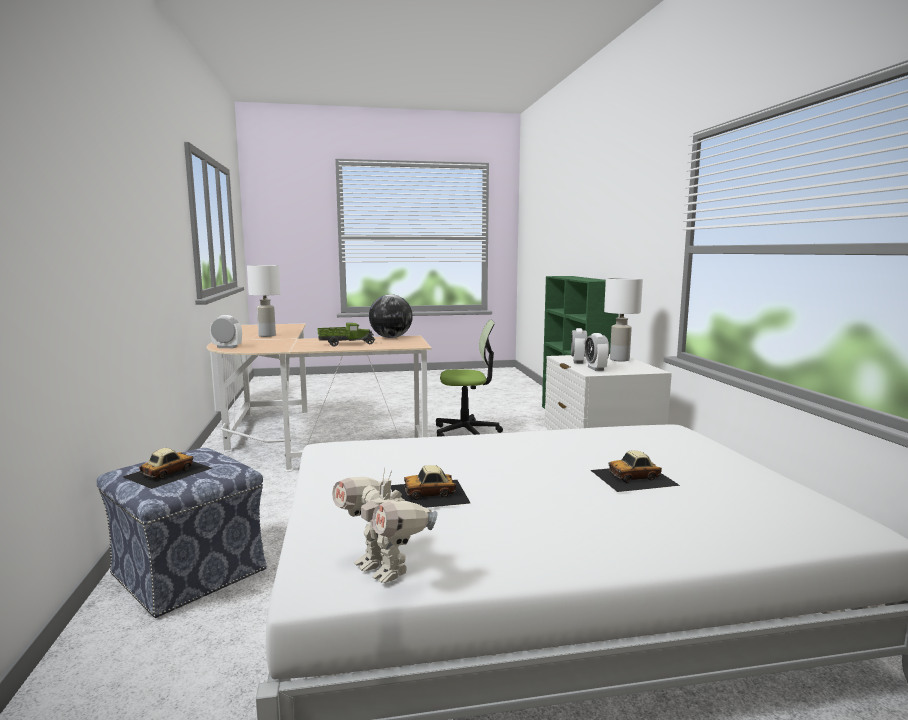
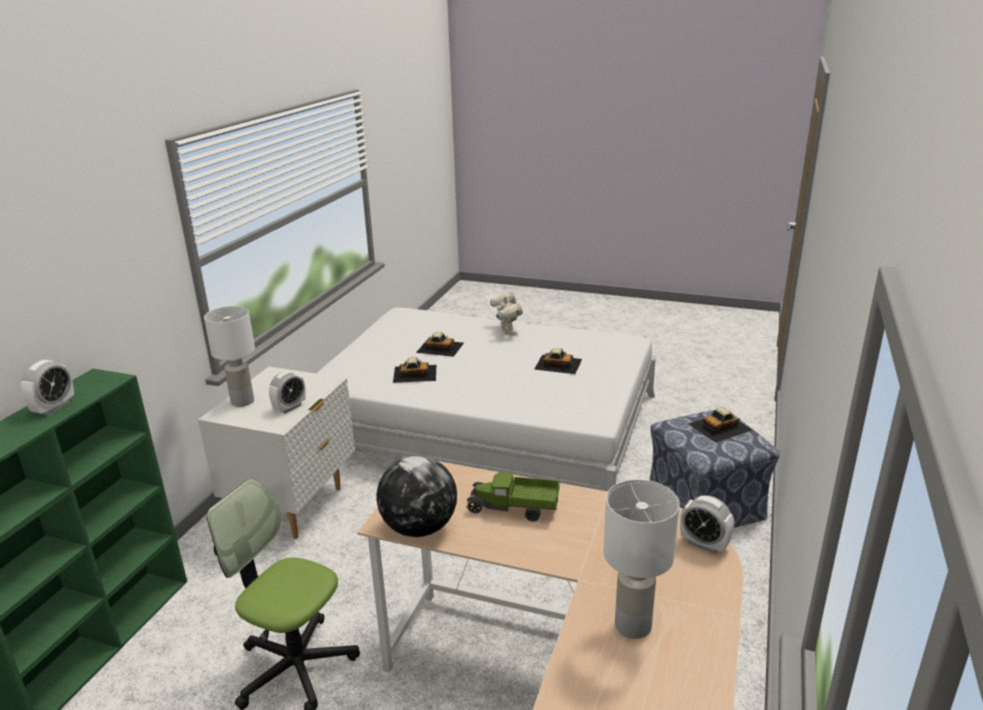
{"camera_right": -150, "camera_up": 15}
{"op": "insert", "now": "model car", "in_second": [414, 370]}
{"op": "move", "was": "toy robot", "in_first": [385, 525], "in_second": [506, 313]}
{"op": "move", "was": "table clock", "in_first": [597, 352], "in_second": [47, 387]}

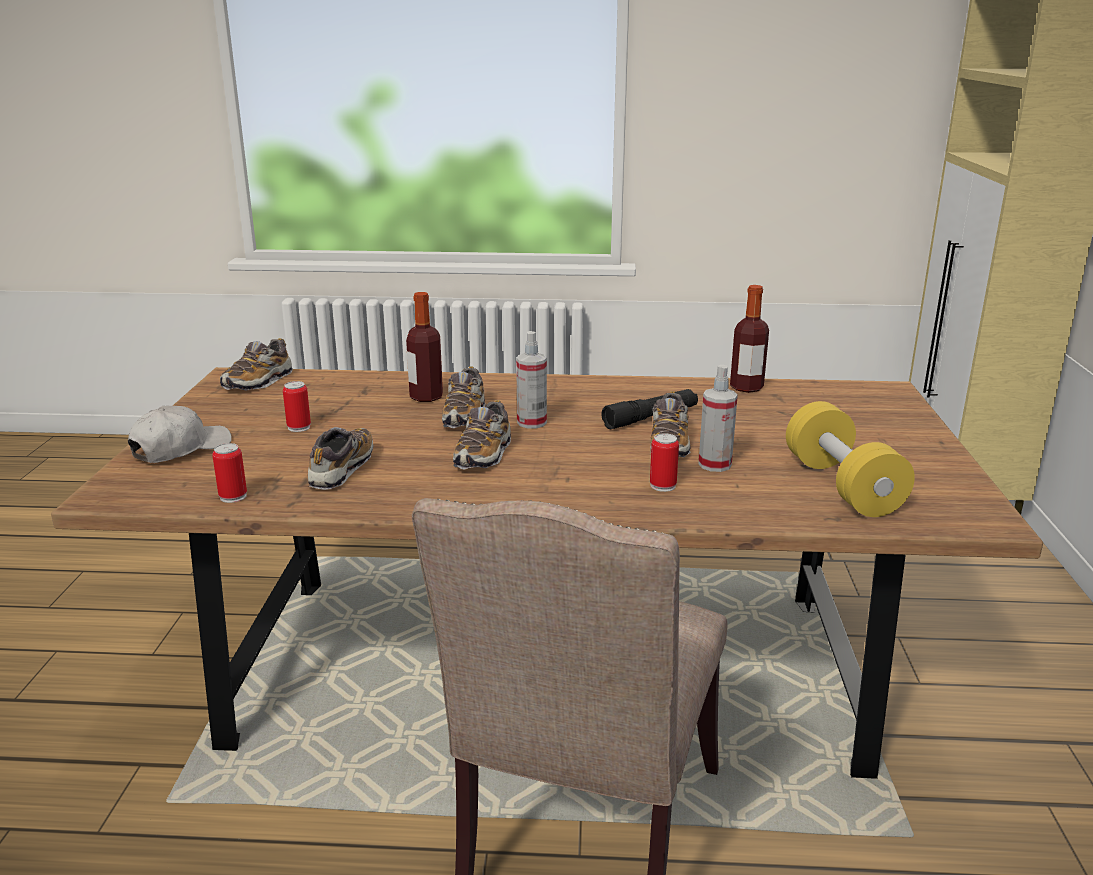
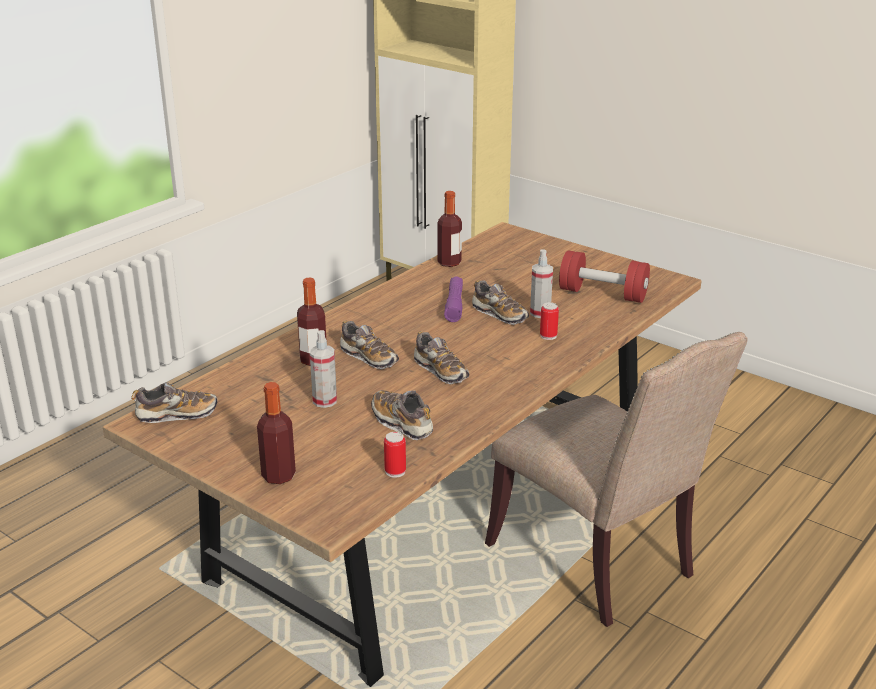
{"camera_right": -55, "camera_up": 5}
{"op": "delete", "was": "can", "in_first": [297, 406]}
{"op": "move", "was": "hand sprayer", "in_first": [531, 379], "in_second": [323, 369]}
{"op": "replace", "was": "cap in white", "now": "beverage bottle", "in_first": [180, 434], "in_second": [276, 433]}
{"op": "recolor", "was": "torch in blackish", "now": "torch in purple", "in_first": [649, 409], "in_second": [453, 299]}
{"op": "recolor", "was": "dumbbell in yellow-coloured", "now": "dumbbell in red", "in_first": [850, 459], "in_second": [604, 276]}
{"op": "rotate", "was": "shoe", "in_first": [256, 364], "in_second": [174, 402], "clockwise": -75}

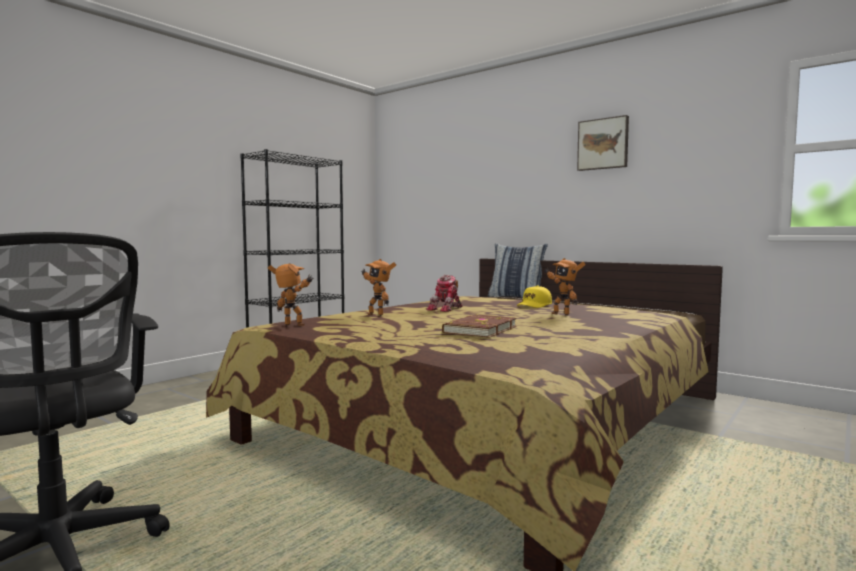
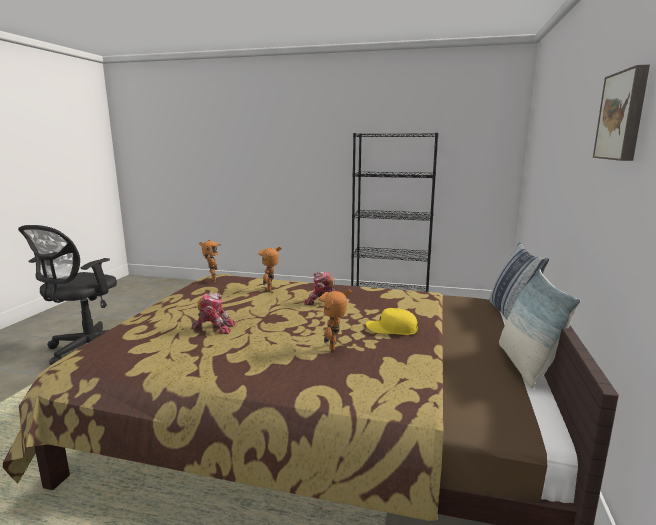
{"camera_right": 65, "camera_up": 10}
{"op": "insert", "now": "cushion", "in_second": [539, 328]}
{"op": "replace", "was": "book in brown-coloured", "now": "toy robot", "in_first": [479, 326], "in_second": [213, 313]}

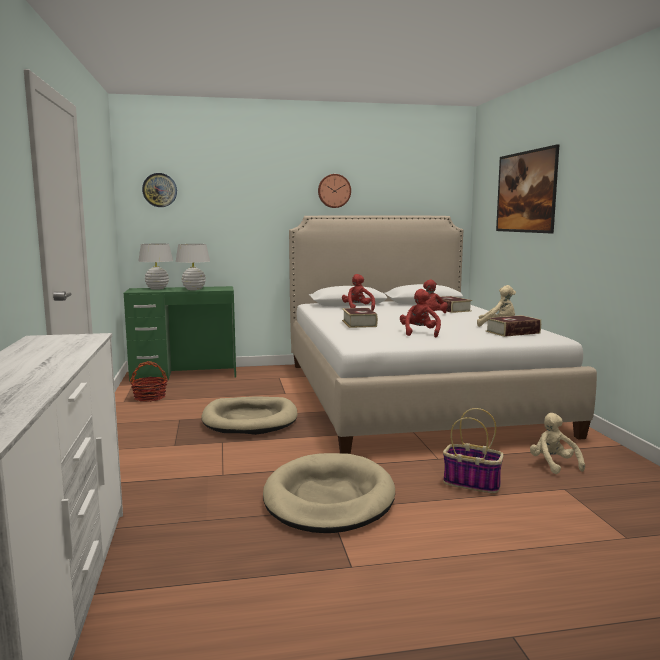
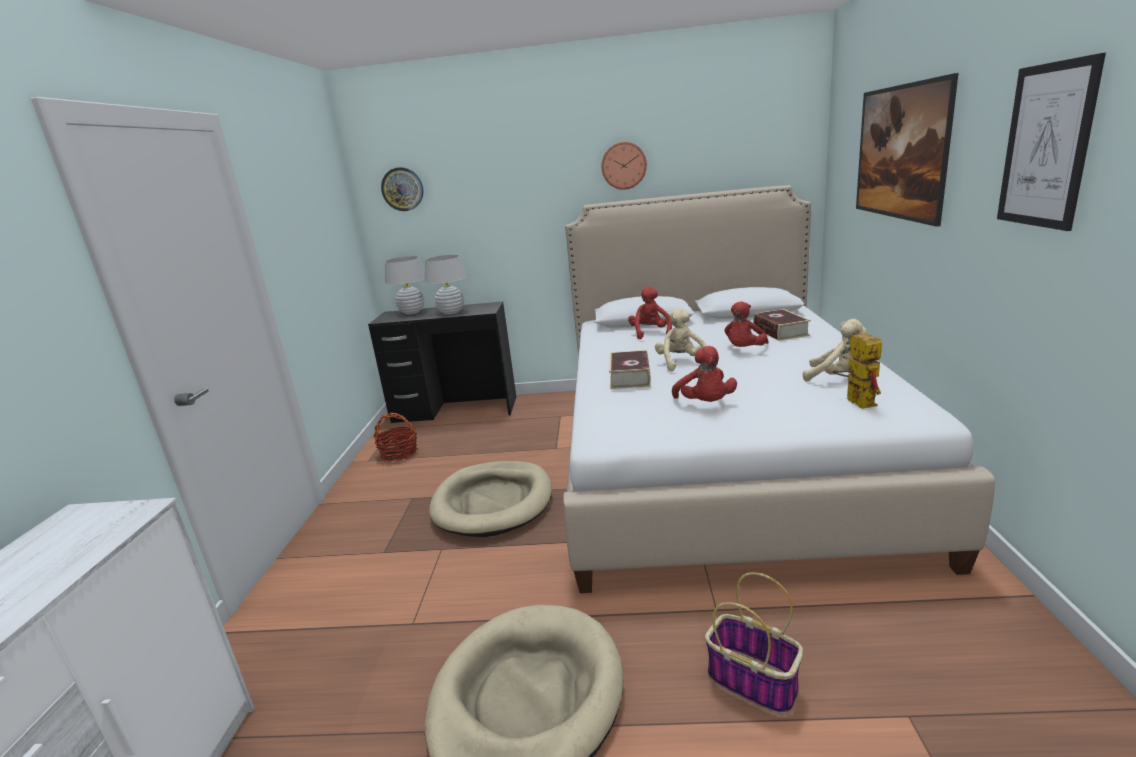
{"camera_right": 15, "camera_up": 10}
{"op": "insert", "now": "wall picture", "in_second": [1051, 142]}
{"op": "move", "was": "plush toy in beige", "in_first": [557, 443], "in_second": [681, 340]}
{"op": "replace", "was": "book", "now": "toy robot", "in_first": [513, 326], "in_second": [857, 369]}
{"op": "recolor", "was": "desk table in green", "now": "desk table in blackish", "in_first": [180, 334], "in_second": [442, 362]}
{"op": "rotate", "was": "plush toy in red", "in_first": [420, 313], "in_second": [704, 374], "clockwise": 150}

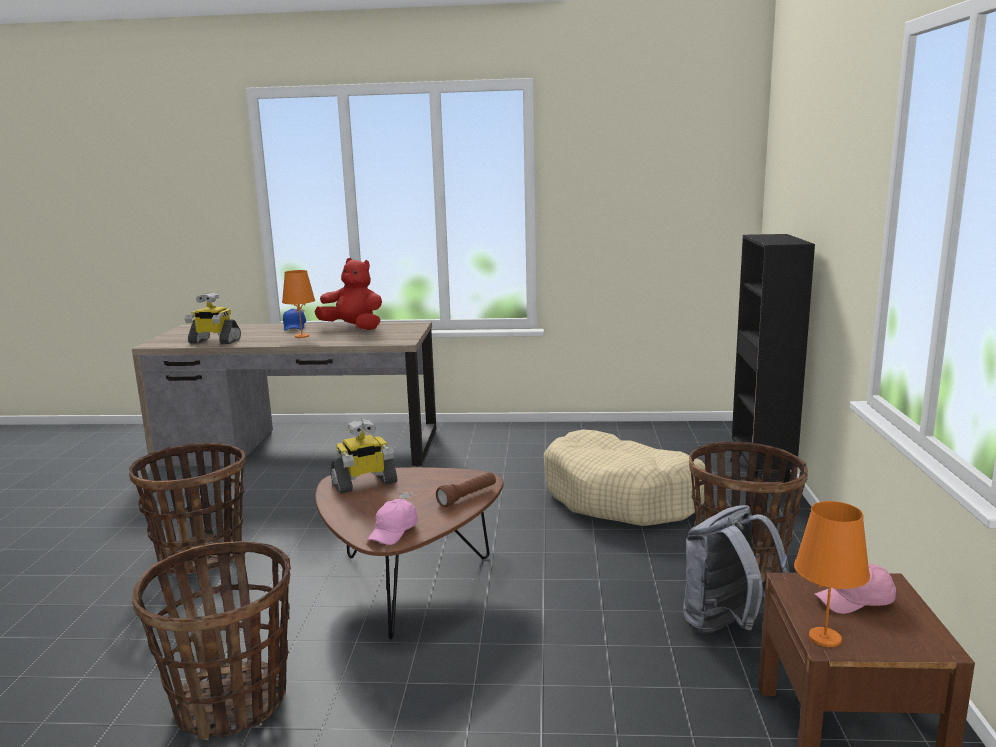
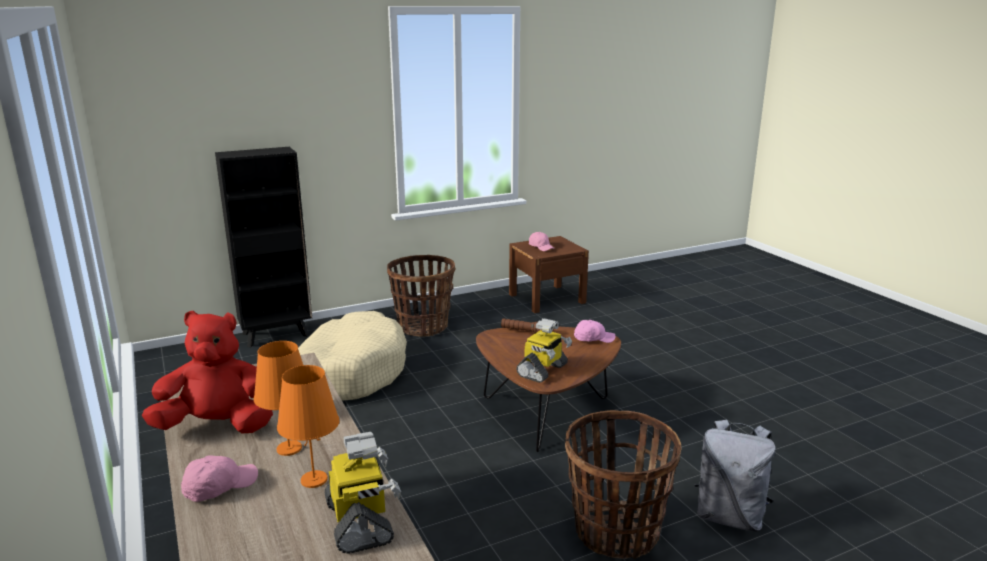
{"camera_right": -120, "camera_up": 5}
{"op": "delete", "was": "storage basket", "in_first": [211, 640]}
{"op": "move", "was": "backpack in gray", "in_first": [736, 569], "in_second": [735, 476]}
{"op": "move", "was": "lamp for a table in orange-coloured", "in_first": [832, 574], "in_second": [308, 426]}
{"op": "recolor", "was": "cap in bluish", "now": "cap in pink-coloured", "in_first": [294, 320], "in_second": [219, 478]}
{"op": "rotate", "was": "plush toy in red", "in_first": [348, 294], "in_second": [207, 372], "clockwise": 90}
{"op": "rotate", "was": "toy robot", "in_first": [364, 456], "in_second": [544, 350], "clockwise": 90}

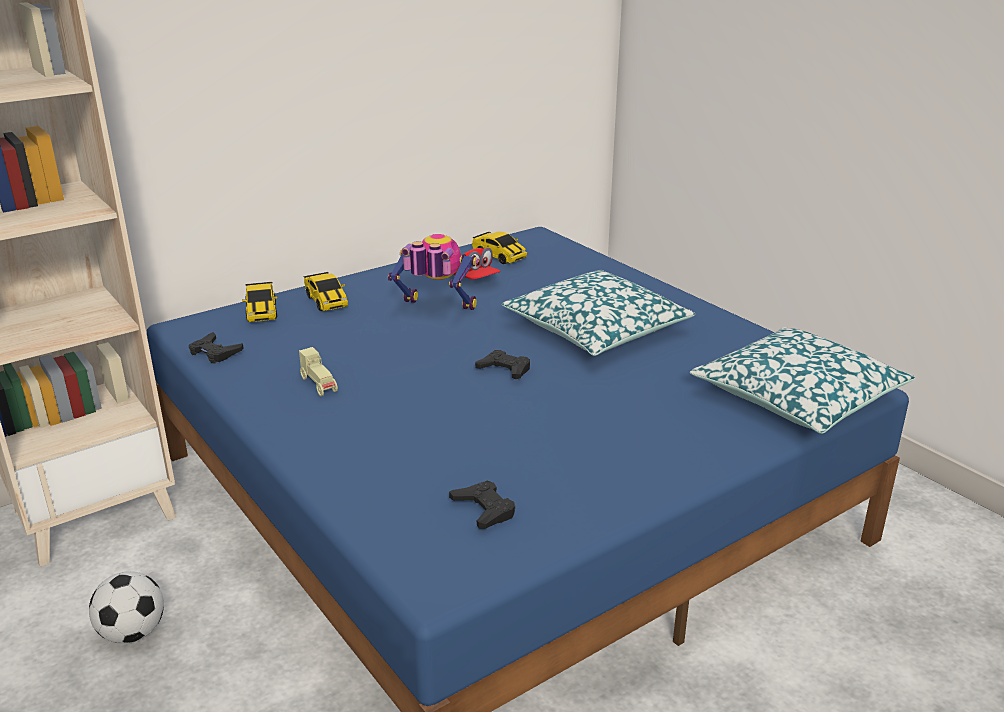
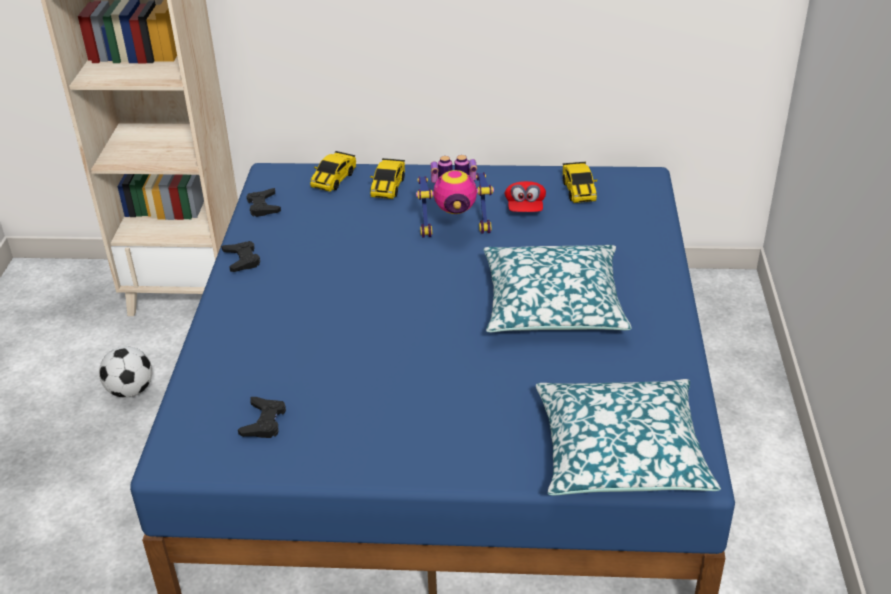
{"camera_right": 40, "camera_up": 10}
{"op": "delete", "was": "model car in beige", "in_first": [318, 371]}
{"op": "move", "was": "game controller in blackish", "in_first": [502, 364], "in_second": [240, 256]}
{"op": "rotate", "was": "toy robot", "in_first": [433, 272], "in_second": [455, 196], "clockwise": 120}

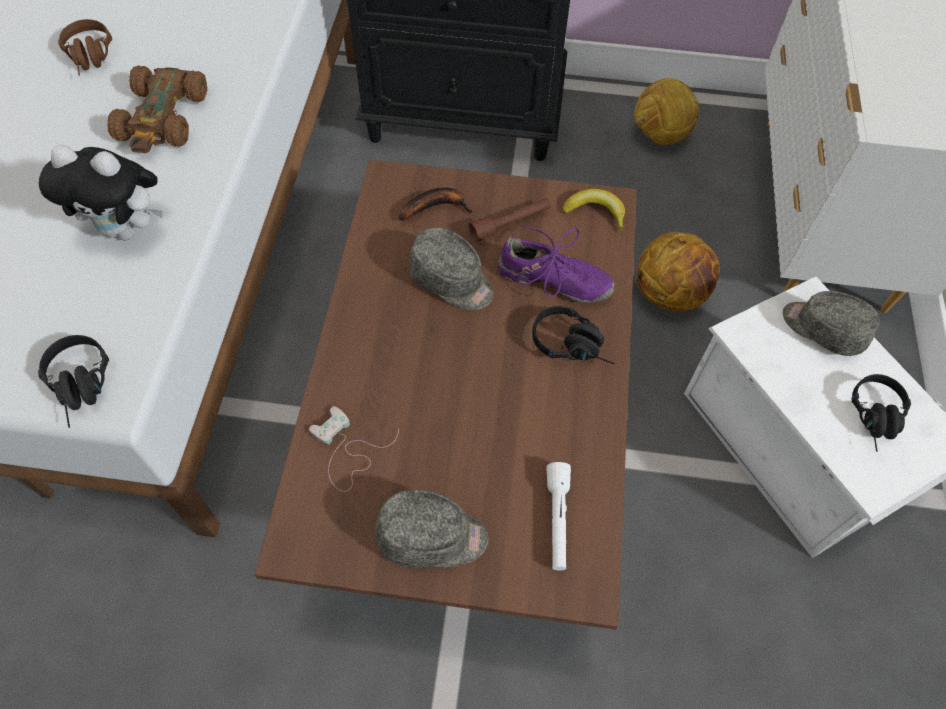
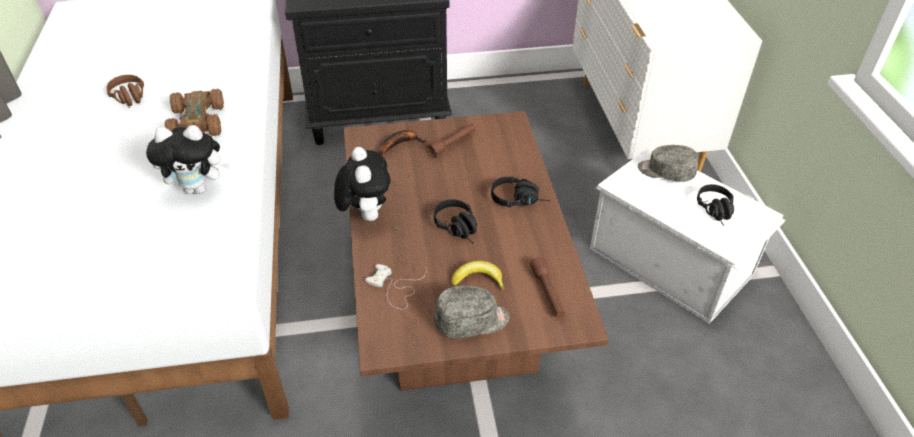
{"camera_right": -15, "camera_up": -15}
{"op": "delete", "was": "cap in gray", "in_first": [451, 269]}
{"op": "delete", "was": "shoe in purple", "in_first": [556, 264]}
{"op": "delete", "was": "football", "in_first": [666, 111]}
{"op": "delete", "was": "basketball", "in_first": [678, 272]}
{"op": "insert", "now": "plush toy", "in_second": [362, 184]}
{"op": "move", "was": "pair of headphones in blackish", "in_first": [73, 381], "in_second": [455, 221]}
{"op": "move", "was": "banana fruit", "in_first": [593, 210], "in_second": [477, 275]}
{"op": "recolor", "was": "torch in white", "now": "torch in brown-coloured", "in_first": [558, 516], "in_second": [547, 287]}

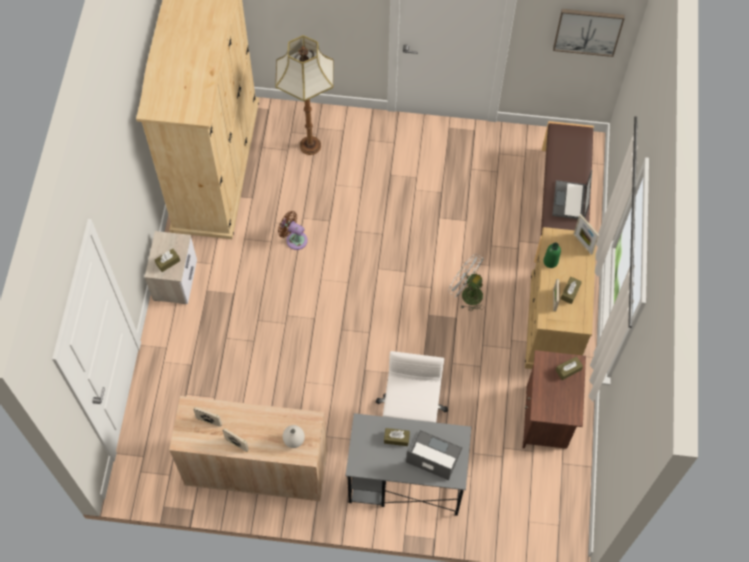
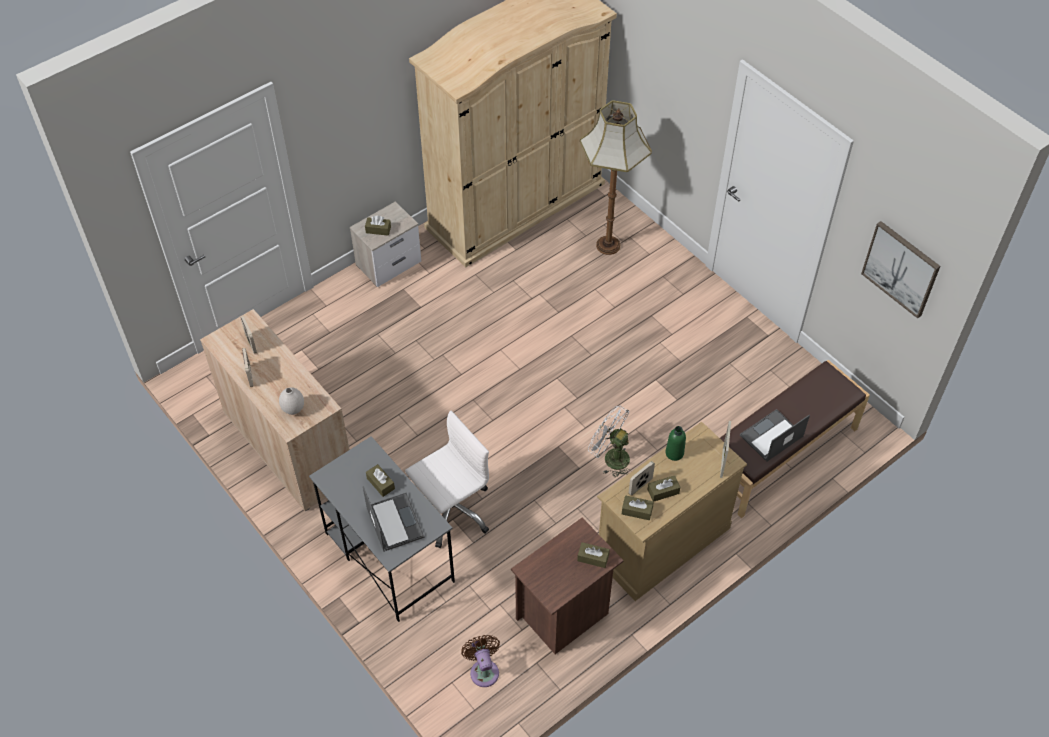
{"camera_right": 45, "camera_up": -10}
{"op": "insert", "now": "box of tissues in brown-coloured", "in_second": [637, 507]}
{"op": "move", "was": "electric fan in brown-coloured", "in_first": [293, 230], "in_second": [480, 661]}
{"op": "rotate", "was": "electric fan in white", "in_first": [466, 283], "in_second": [610, 441], "clockwise": -45}

